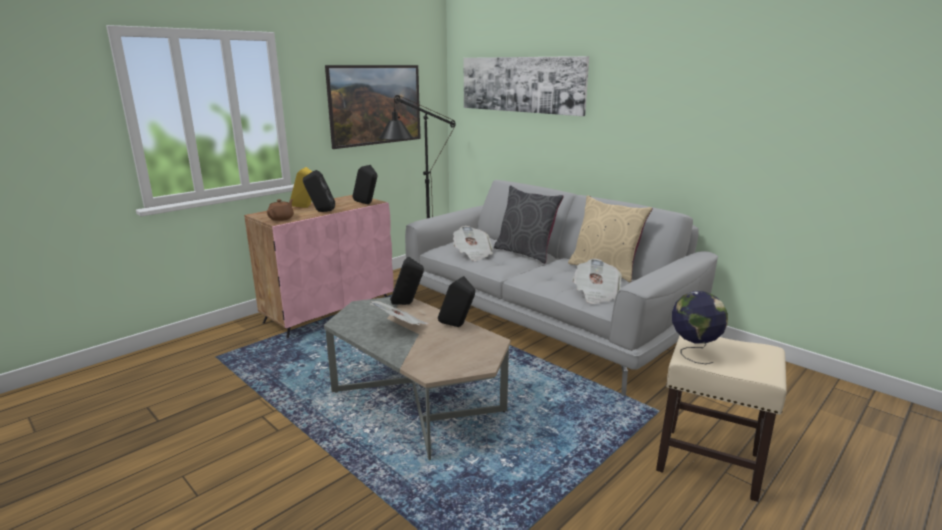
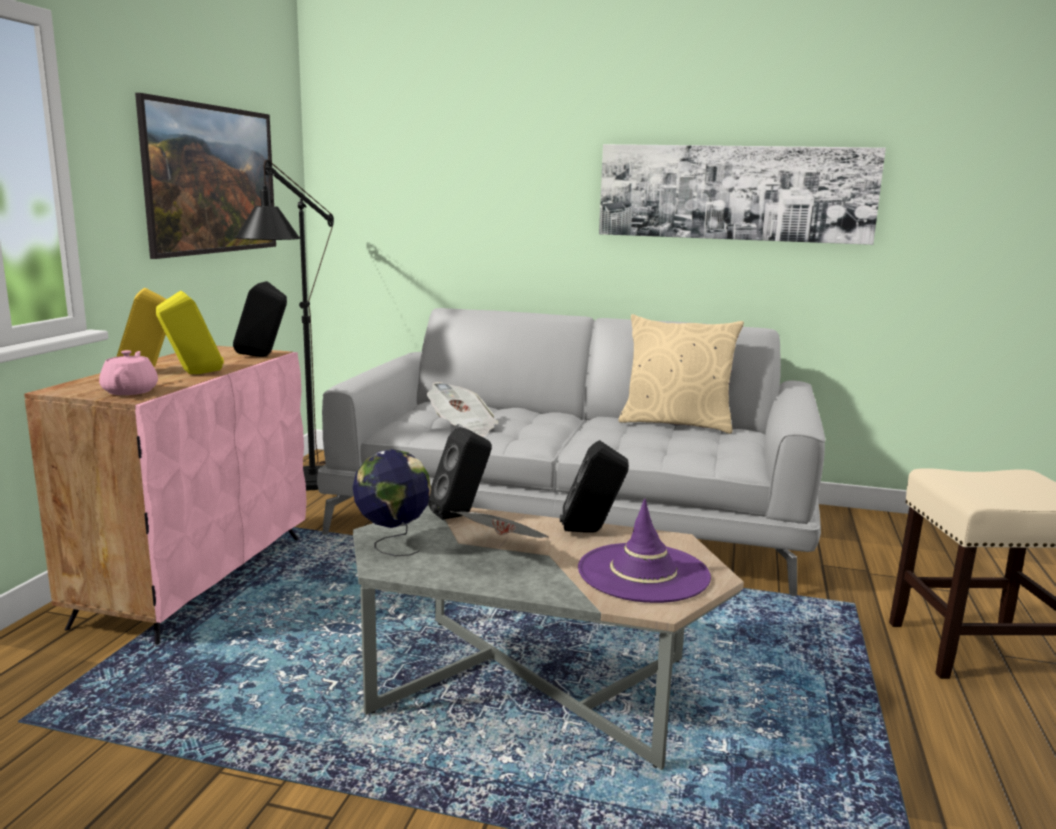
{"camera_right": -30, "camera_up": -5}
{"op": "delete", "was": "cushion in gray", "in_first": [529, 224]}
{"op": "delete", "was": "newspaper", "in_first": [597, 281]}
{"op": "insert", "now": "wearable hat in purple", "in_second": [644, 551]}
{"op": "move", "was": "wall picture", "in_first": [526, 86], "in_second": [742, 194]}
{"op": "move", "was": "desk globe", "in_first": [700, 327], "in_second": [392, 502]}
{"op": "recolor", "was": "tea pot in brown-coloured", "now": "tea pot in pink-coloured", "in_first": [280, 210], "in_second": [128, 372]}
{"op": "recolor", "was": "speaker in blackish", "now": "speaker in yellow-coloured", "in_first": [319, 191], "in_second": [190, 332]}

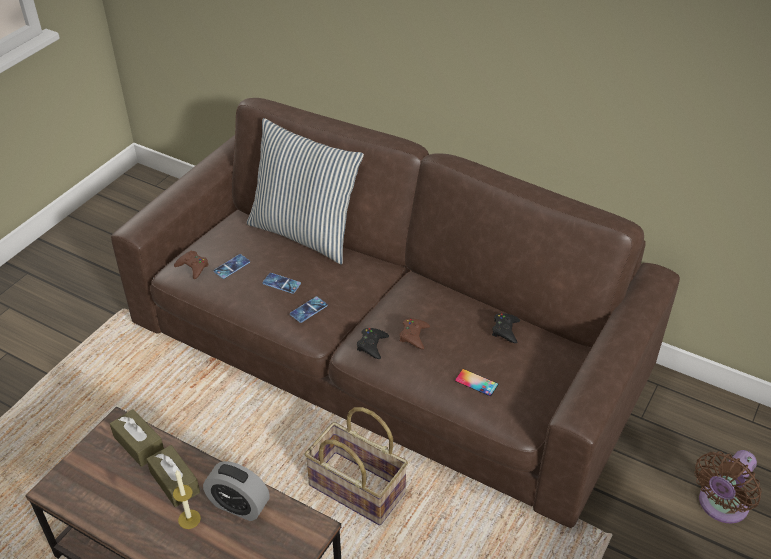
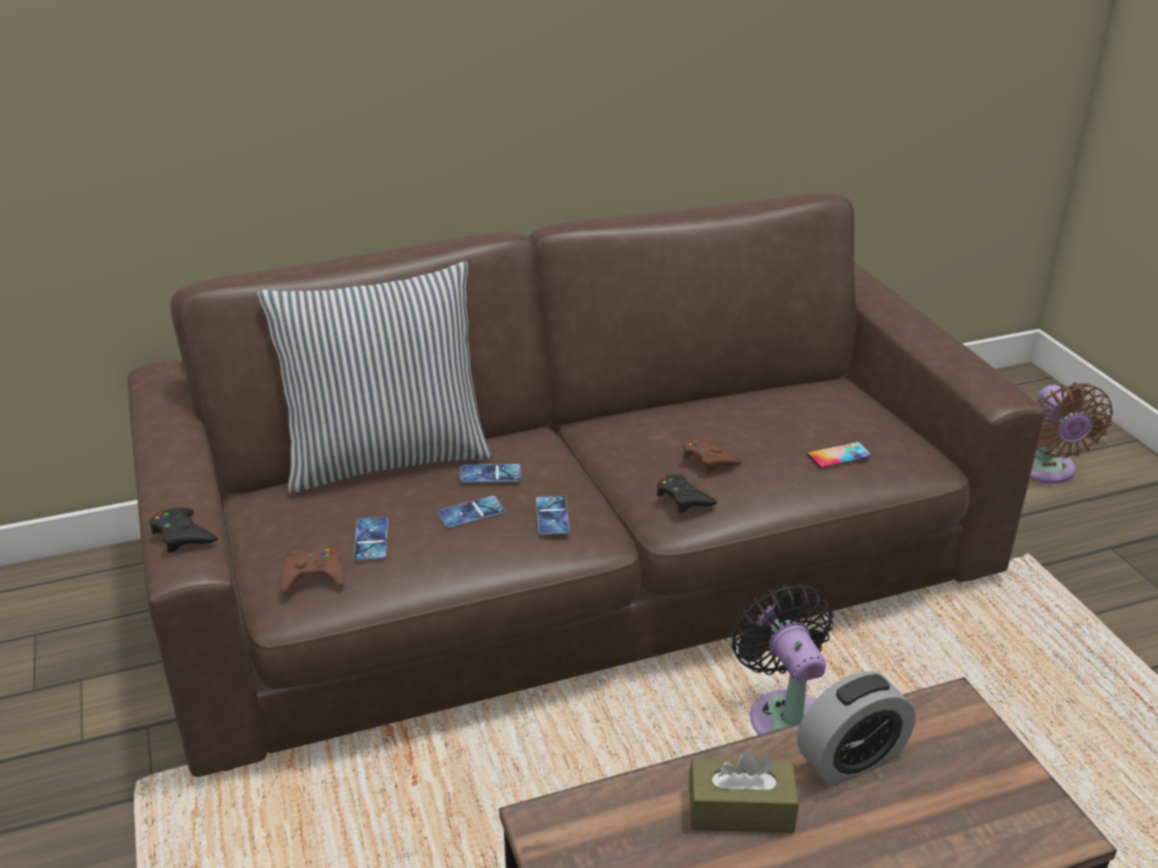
{"camera_right": -50, "camera_up": -10}
{"op": "delete", "was": "box of tissues in brown-coloured", "in_first": [137, 438]}
{"op": "delete", "was": "wax candle", "in_first": [187, 499]}
{"op": "insert", "now": "handset", "in_second": [490, 473]}
{"op": "move", "was": "game controller in blackish", "in_first": [506, 328], "in_second": [183, 530]}
{"op": "replace", "was": "storage basket", "now": "electric fan in blackish", "in_first": [356, 466], "in_second": [783, 659]}

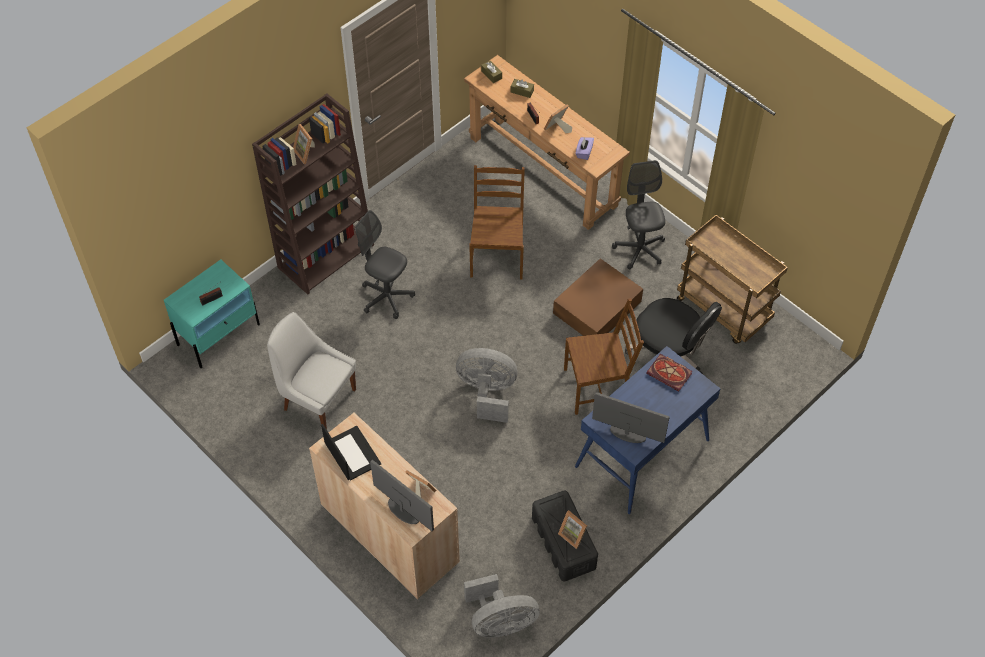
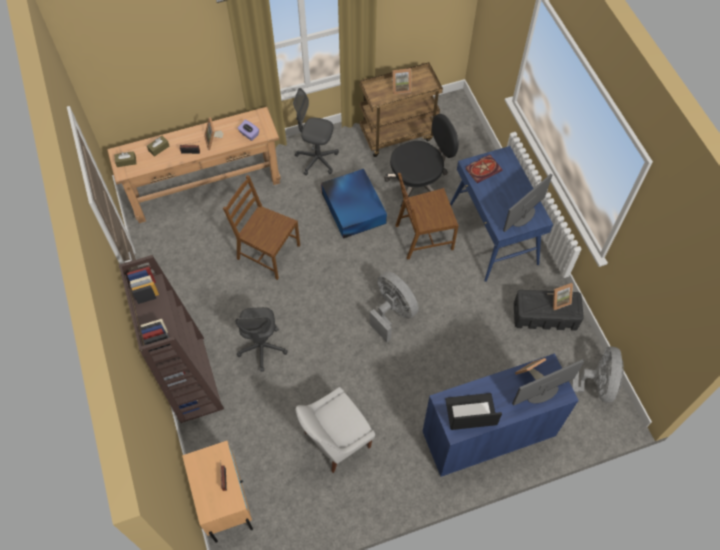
{"camera_right": -65, "camera_up": 5}
{"op": "move", "was": "photo frame", "in_first": [304, 144], "in_second": [401, 81]}
{"op": "recolor", "was": "night table in turquoise", "now": "night table in beige", "in_first": [212, 314], "in_second": [217, 492]}
{"op": "recolor", "was": "storage cabinet in beige", "now": "storage cabinet in bluish", "in_first": [384, 506], "in_second": [500, 415]}
{"op": "recolor", "was": "storage container in brown-coloured", "now": "storage container in bluish", "in_first": [598, 297], "in_second": [354, 204]}
{"op": "rotate", "was": "office chair in gray", "in_first": [385, 264], "in_second": [261, 339], "clockwise": -60}
{"op": "rotate", "was": "electric fan in gray", "in_first": [486, 385], "in_second": [394, 306], "clockwise": 105}
{"op": "rotate", "was": "plain chair in brown-coloured", "in_first": [604, 356], "in_second": [427, 216], "clockwise": -120}

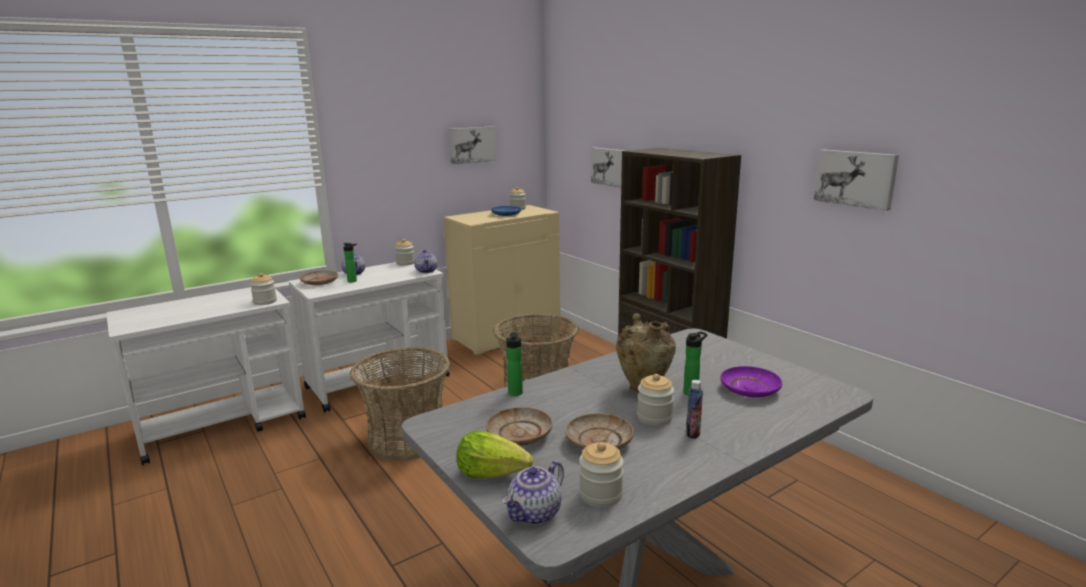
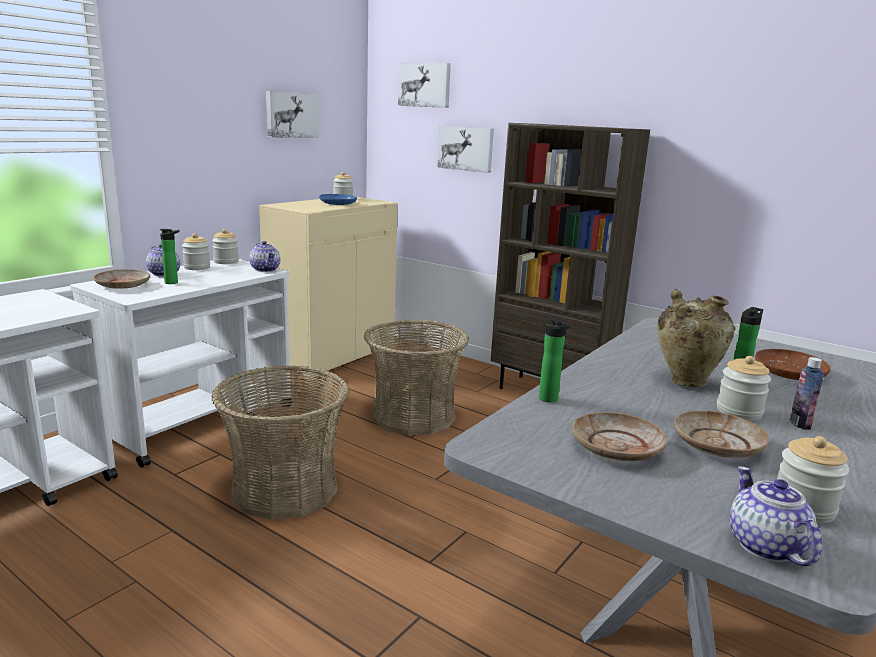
{"camera_right": -20, "camera_up": 0}
{"op": "delete", "was": "lettuce", "in_first": [495, 454]}
{"op": "move", "was": "jar", "in_first": [263, 289], "in_second": [196, 251]}
{"op": "move", "was": "wall picture", "in_first": [856, 180], "in_second": [424, 85]}
{"op": "recolor", "was": "flat dish in purple", "now": "flat dish in brown-coloured", "in_first": [751, 381], "in_second": [793, 364]}
{"op": "rotate", "was": "tea pot", "in_first": [533, 493], "in_second": [776, 516], "clockwise": 150}

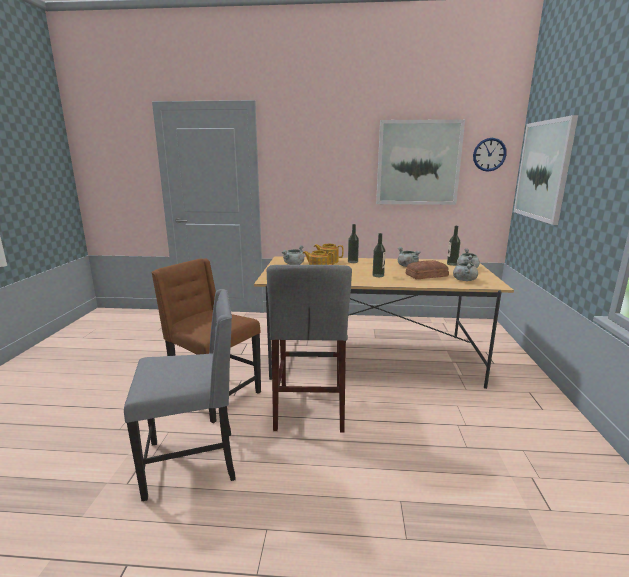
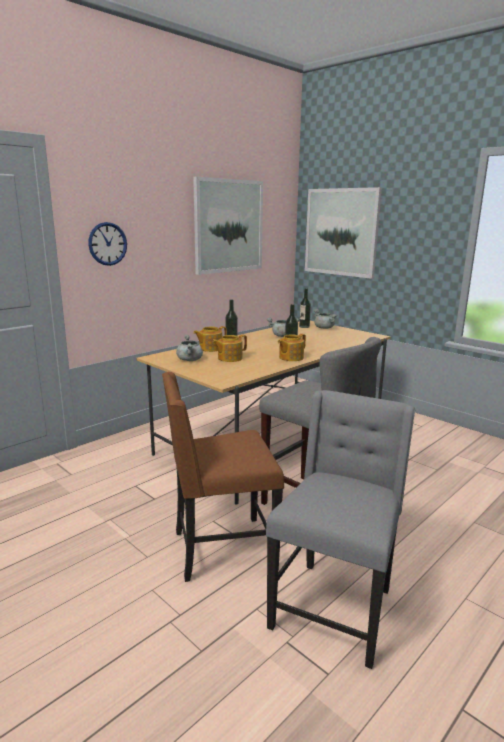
{"camera_right": -50, "camera_up": 0}
{"op": "delete", "was": "baked bread", "in_first": [427, 269]}
{"op": "delete", "was": "saucepot in gray", "in_first": [465, 269]}
{"op": "insert", "now": "tea pot", "in_second": [292, 347]}
{"op": "move", "was": "wall clock", "in_first": [490, 155], "in_second": [107, 244]}

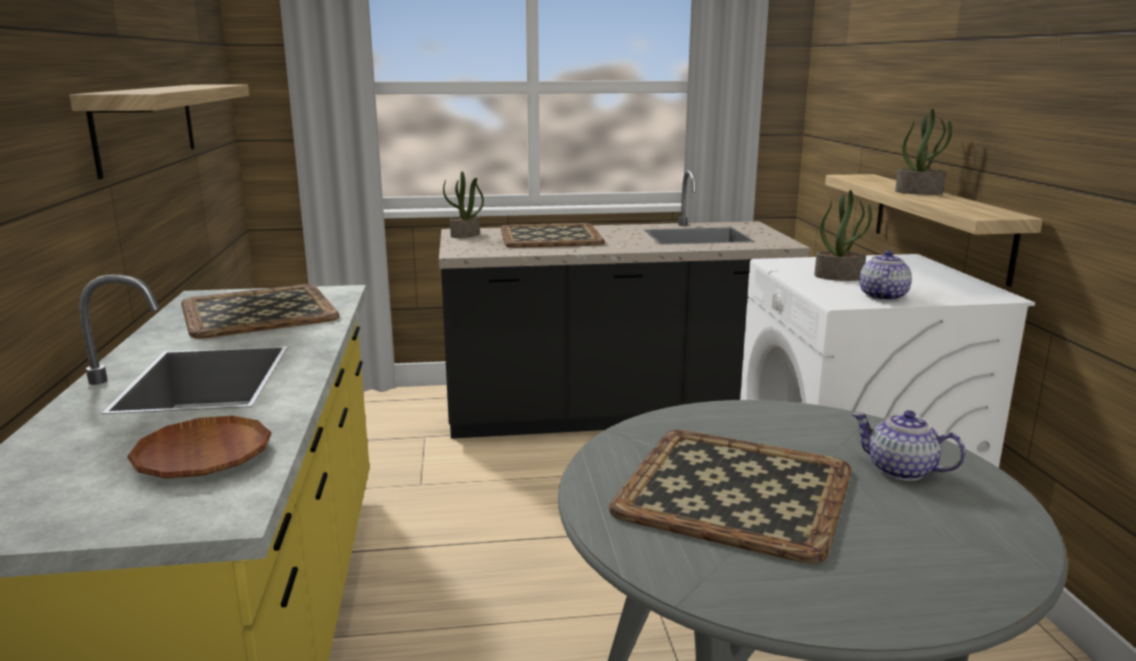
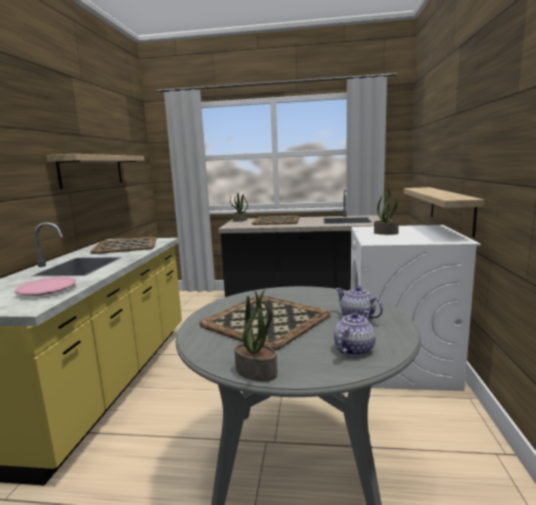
{"camera_right": 15, "camera_up": -5}
{"op": "move", "was": "tea pot", "in_first": [885, 275], "in_second": [355, 333]}
{"op": "move", "was": "houseplant", "in_first": [923, 151], "in_second": [255, 336]}
{"op": "recolor", "was": "flat dish in brown-coloured", "now": "flat dish in pink-coloured", "in_first": [199, 447], "in_second": [45, 286]}

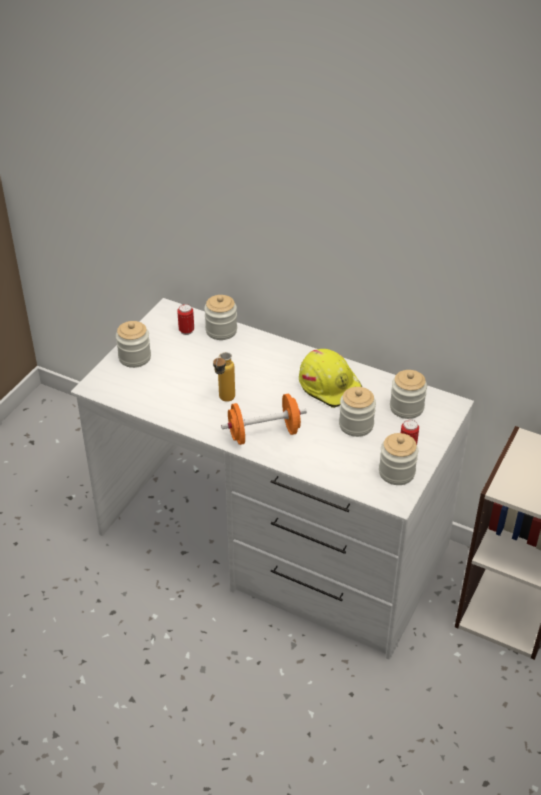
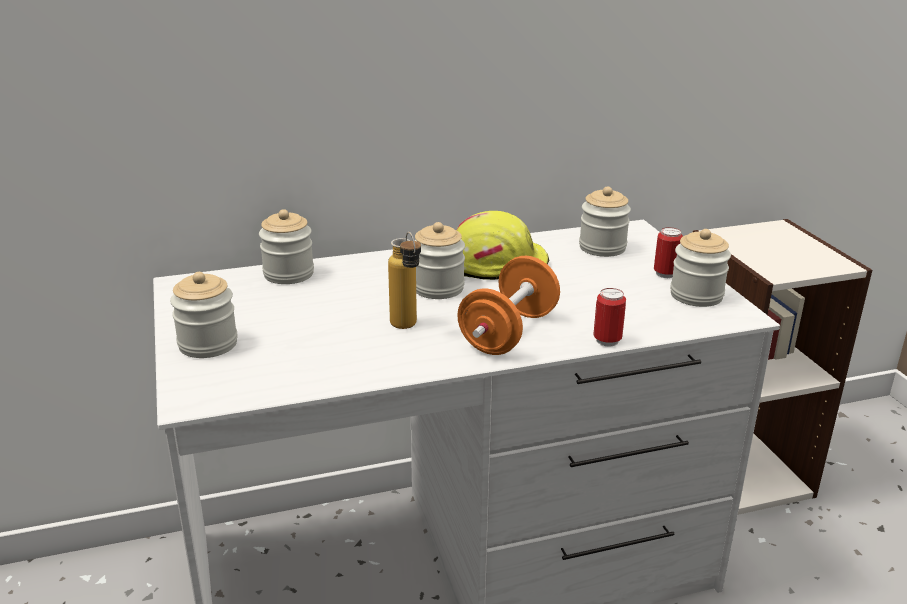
{"camera_right": -45, "camera_up": -15}
{"op": "move", "was": "can", "in_first": [185, 319], "in_second": [609, 317]}
{"op": "move", "was": "jar", "in_first": [357, 412], "in_second": [439, 260]}

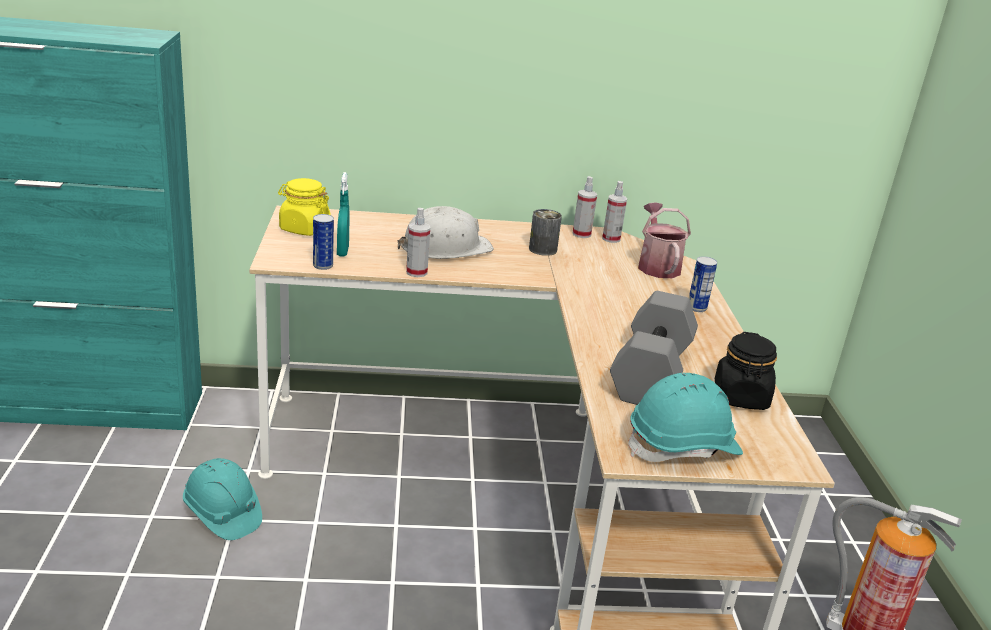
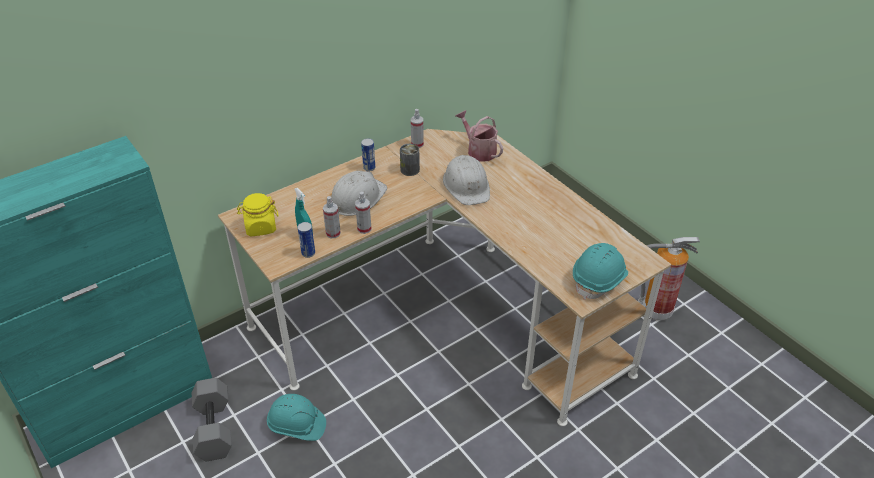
{"camera_right": -30, "camera_up": 15}
{"op": "delete", "was": "jar in blackish", "in_first": [746, 371]}
{"op": "insert", "now": "hard hat in white", "in_second": [466, 180]}
{"op": "move", "was": "hand sprayer", "in_first": [614, 212], "in_second": [332, 217]}
{"op": "move", "was": "dumbbell in gray", "in_first": [654, 348], "in_second": [212, 420]}
{"op": "move", "was": "can", "in_first": [703, 284], "in_second": [368, 155]}

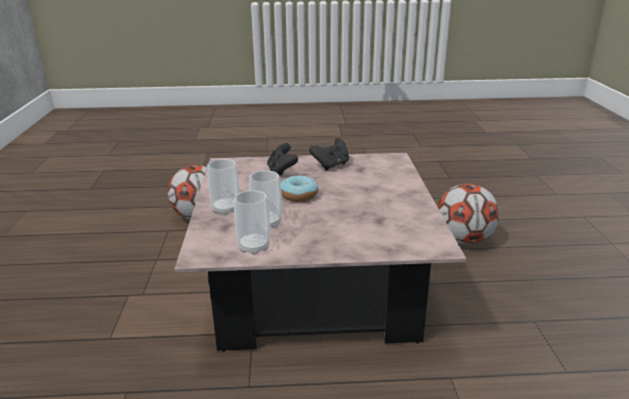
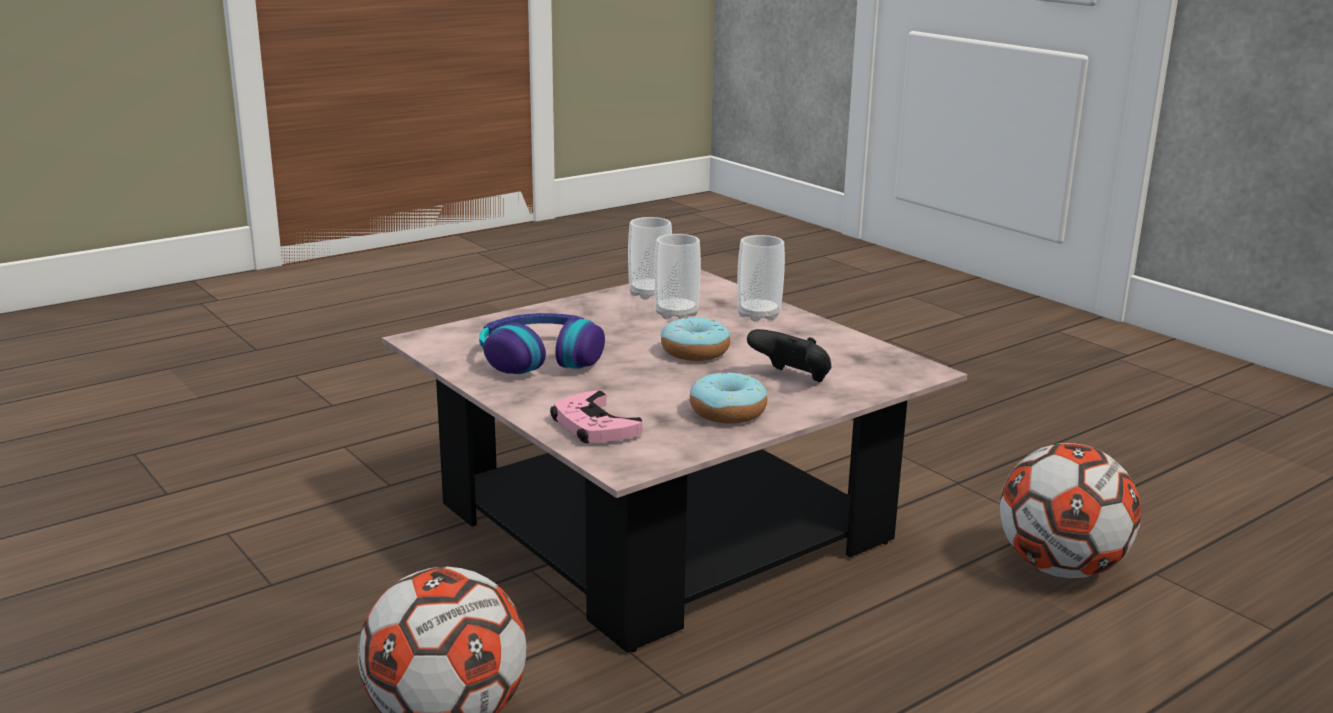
{"camera_right": 145, "camera_up": -5}
{"op": "insert", "now": "pair of headphones", "in_second": [542, 343]}
{"op": "insert", "now": "game controller in pink-coloured", "in_second": [596, 416]}
{"op": "replace", "was": "game controller in blackish", "now": "ring doughnut", "in_first": [329, 154], "in_second": [728, 398]}

